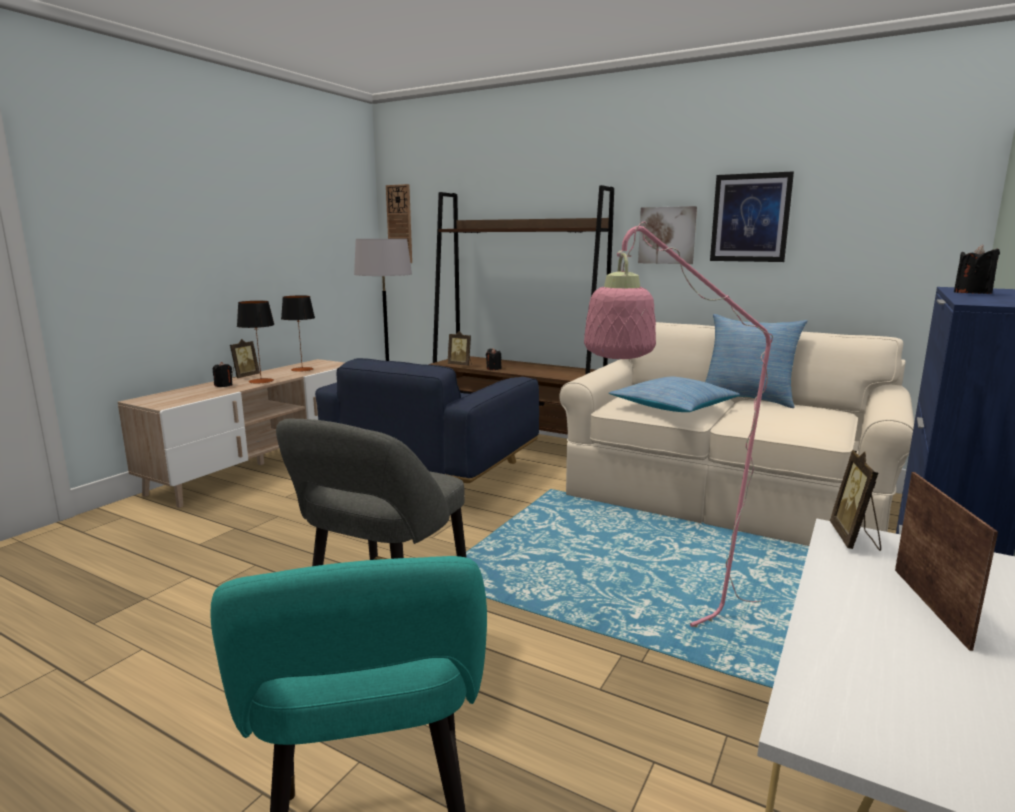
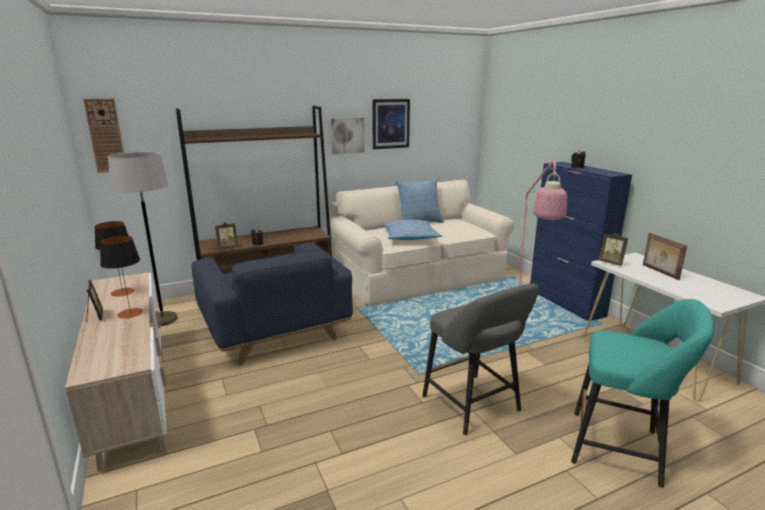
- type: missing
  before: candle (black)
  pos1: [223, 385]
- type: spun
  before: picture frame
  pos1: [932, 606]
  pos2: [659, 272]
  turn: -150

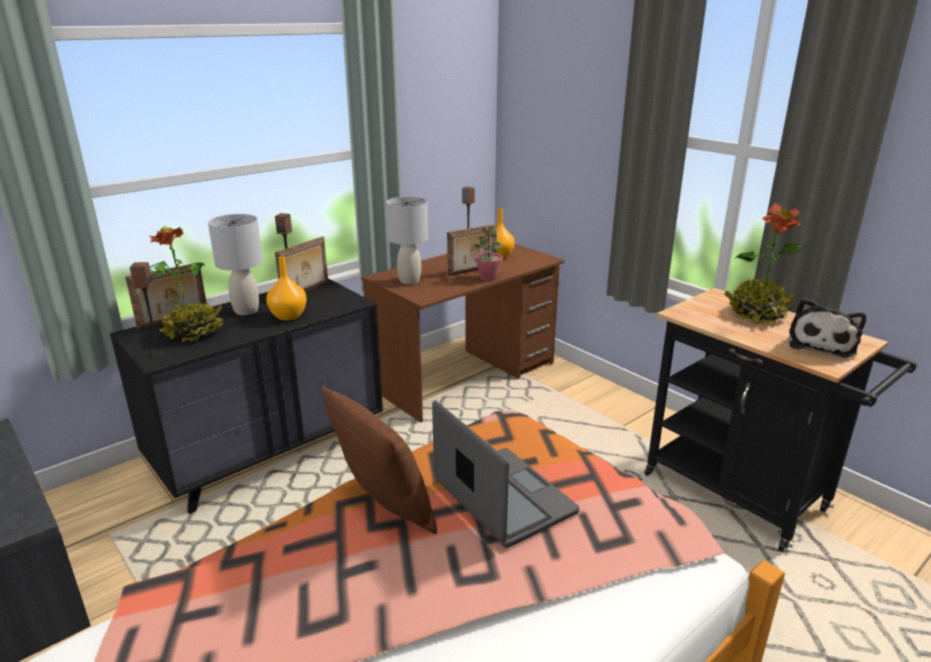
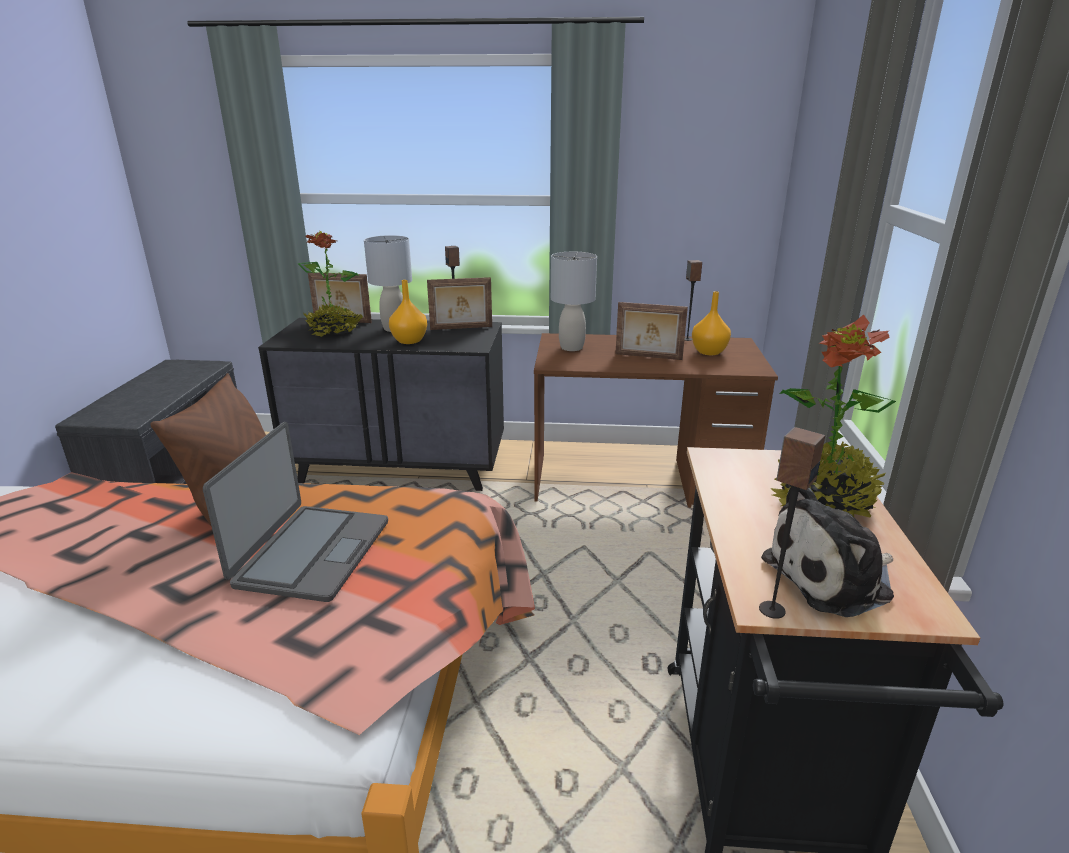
- type: missing
  before: potted plant
  pos1: [488, 278]
- type: relocated
  before: speaker
  pos1: [158, 353]
  pos2: [771, 609]

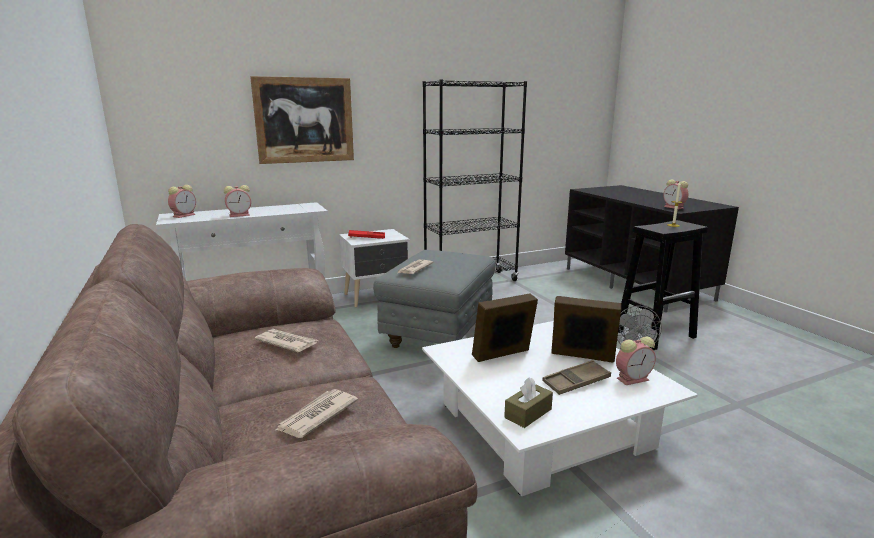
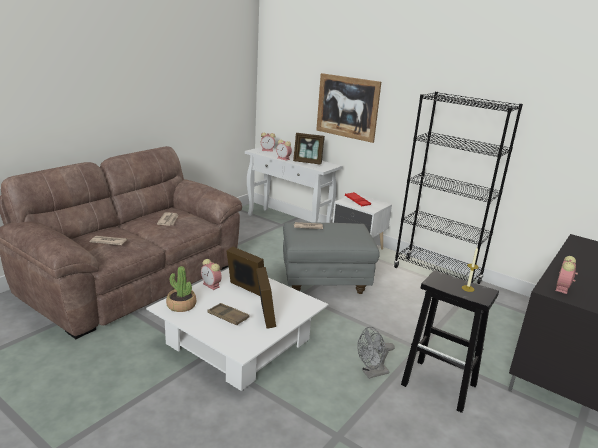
- type: relocated
  before: alarm clock
  pos1: [633, 379]
  pos2: [212, 285]
- type: exchanged
  before: tissue box (brown)
  after: potted plant
  pos1: [528, 413]
  pos2: [181, 305]
- type: appeared
  after: picture frame
  pos2: [308, 162]

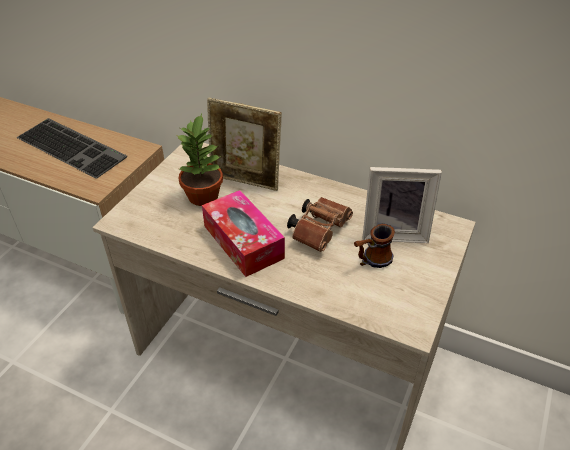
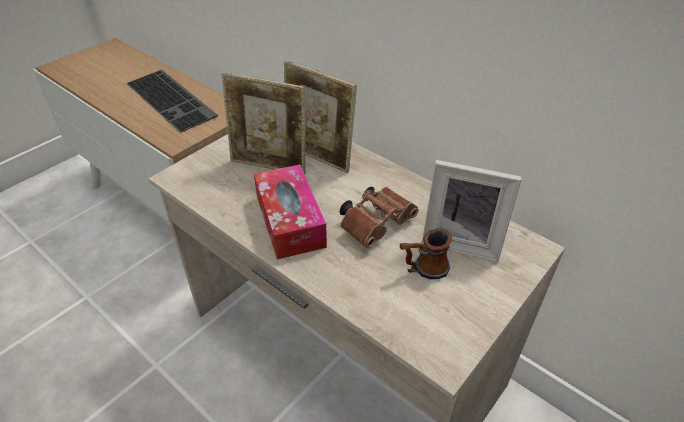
- type: exchanged
  before: potted plant
  after: picture frame
  pos1: [204, 196]
  pos2: [270, 166]

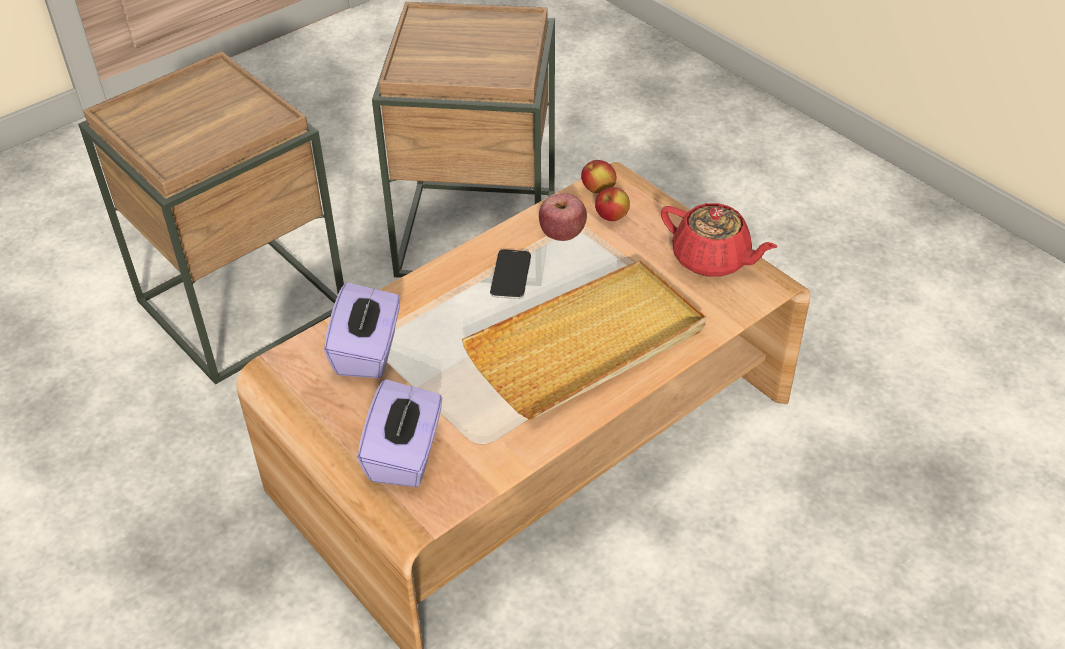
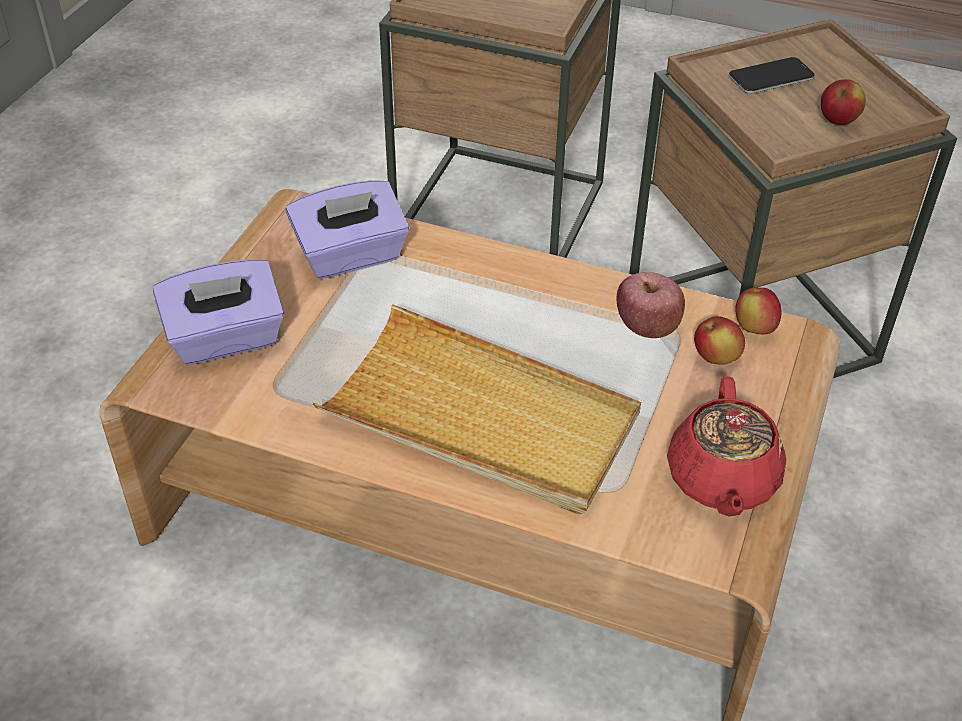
- type: relocated
  before: phone
  pos1: [511, 275]
  pos2: [771, 77]
- type: appeared
  after: apple
  pos2: [838, 121]

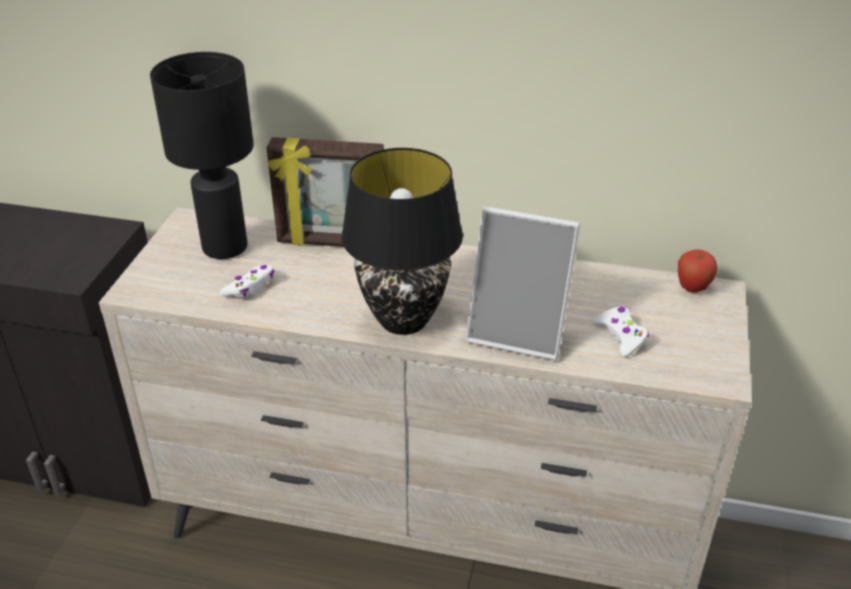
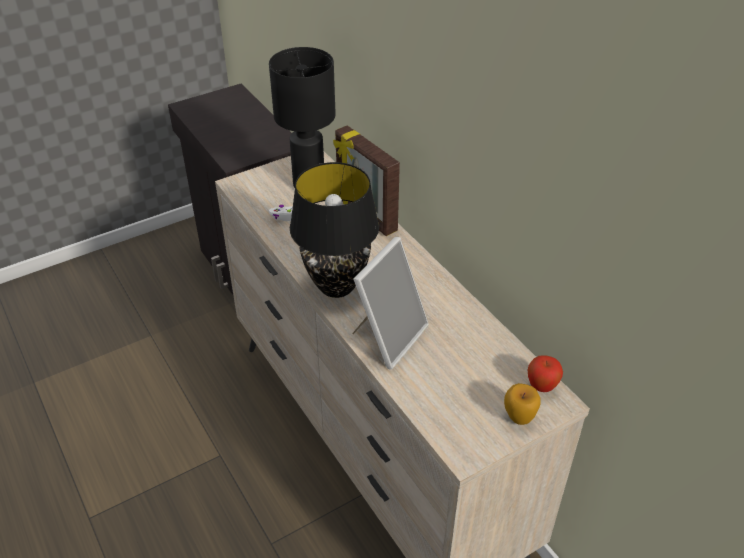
- type: spun
  before: picture frame
  pos1: [519, 332]
  pos2: [388, 336]
  turn: -120
- type: missing
  before: game controller (white)
  pos1: [621, 336]
- type: appeared
  after: apple
  pos2: [519, 417]

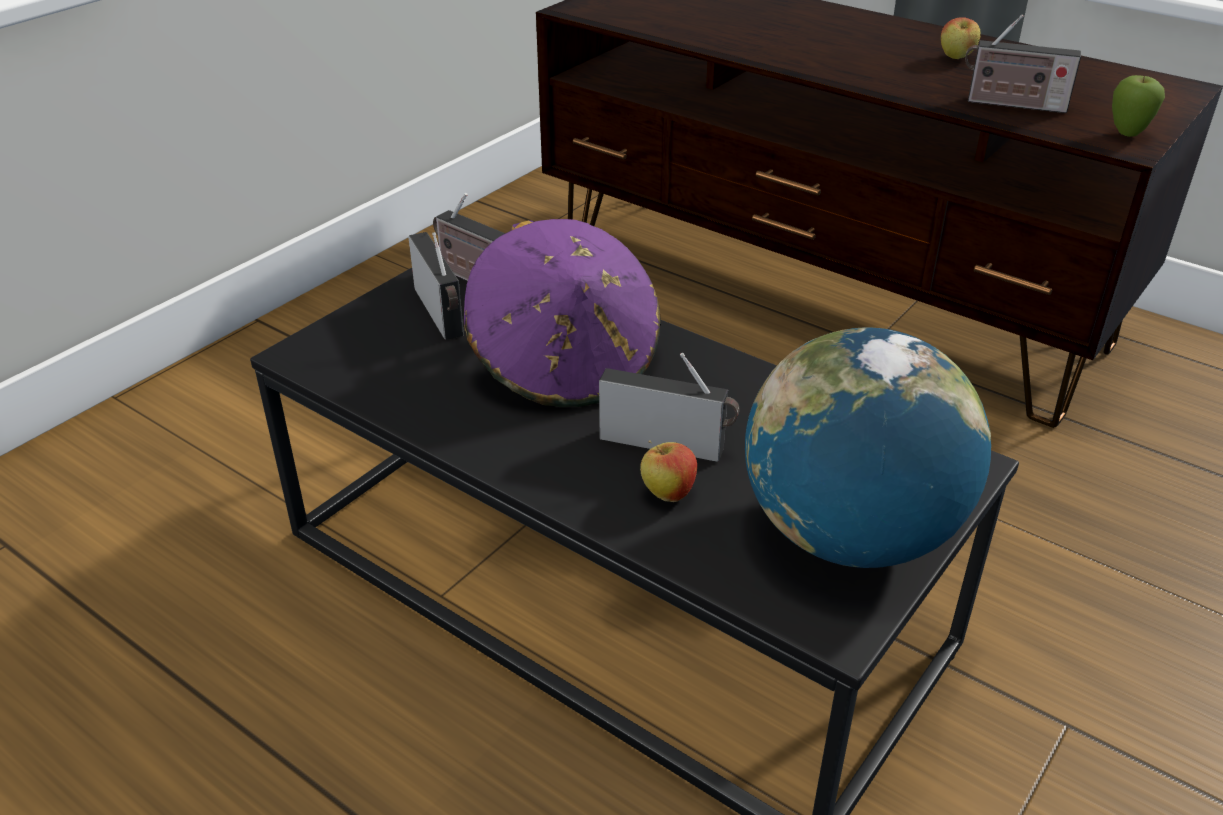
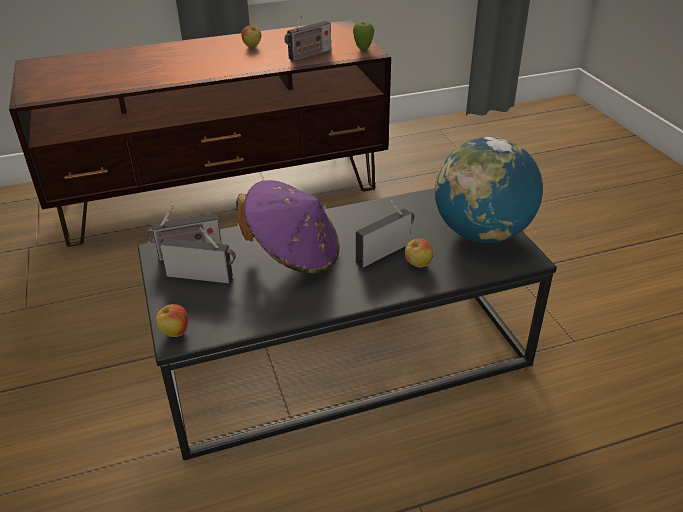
- type: appeared
  after: apple
  pos2: [174, 333]

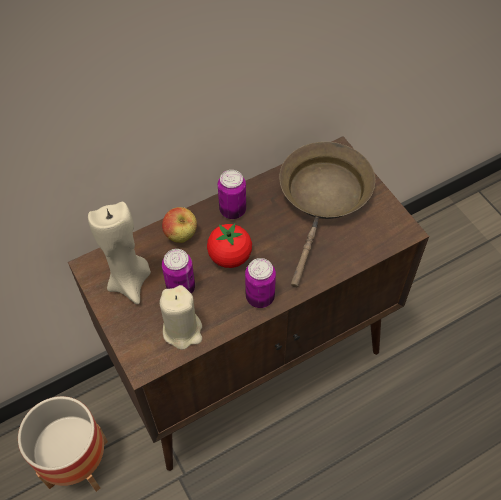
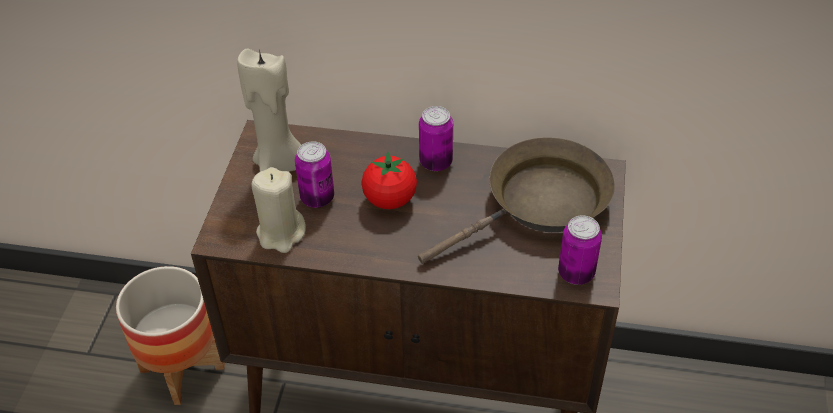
- type: missing
  before: apple
  pos1: [181, 236]
- type: relocated
  before: can
  pos1: [260, 297]
  pos2: [576, 273]

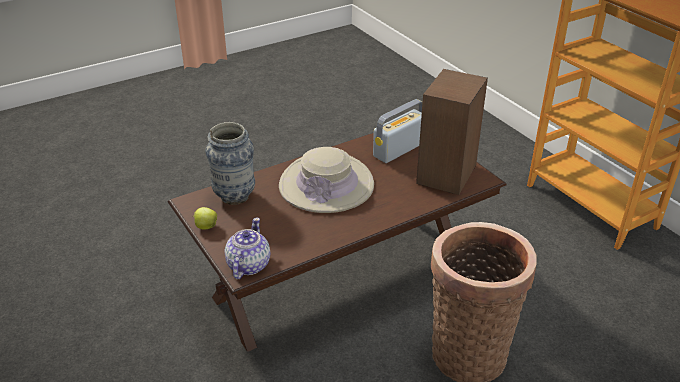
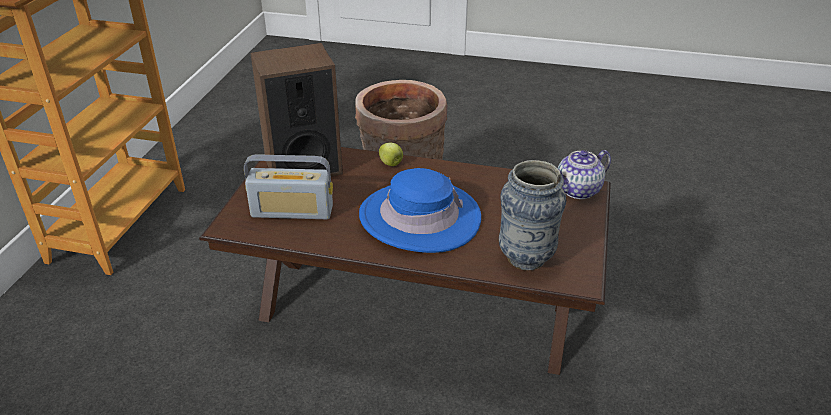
- type: colour
  before: hat (beige)
  after: hat (blue)
  pos1: [326, 185]
  pos2: [419, 217]
- type: relocated
  before: apple
  pos1: [205, 227]
  pos2: [391, 164]

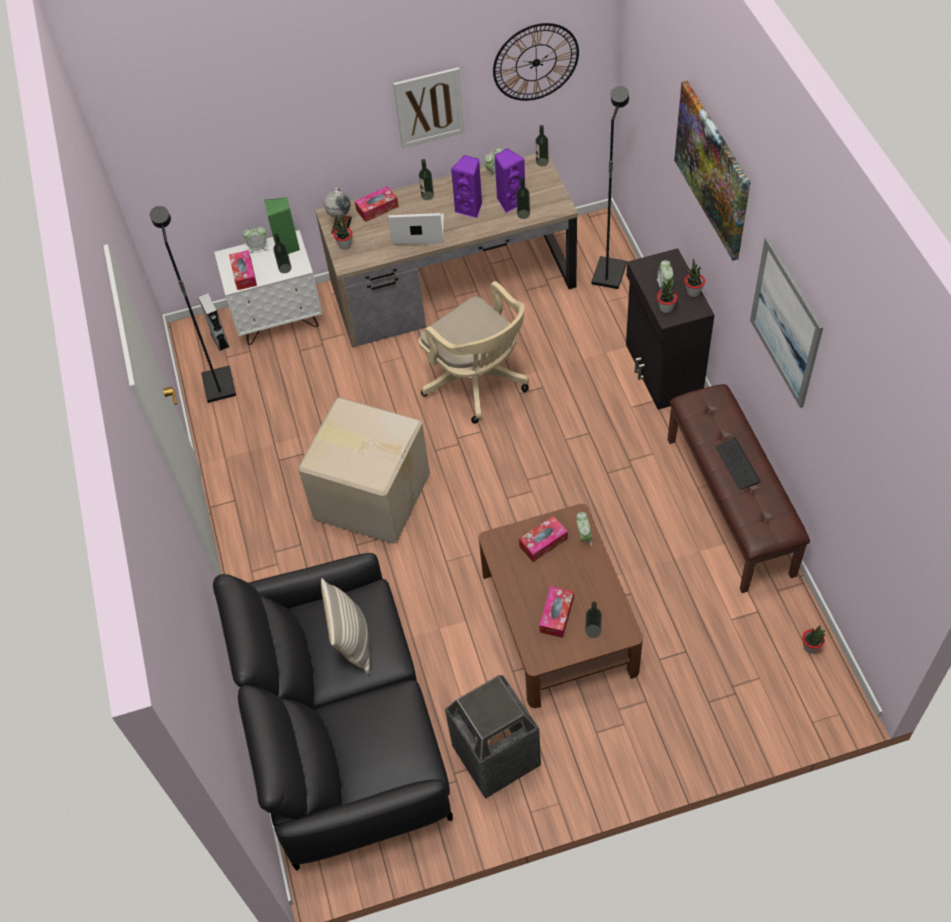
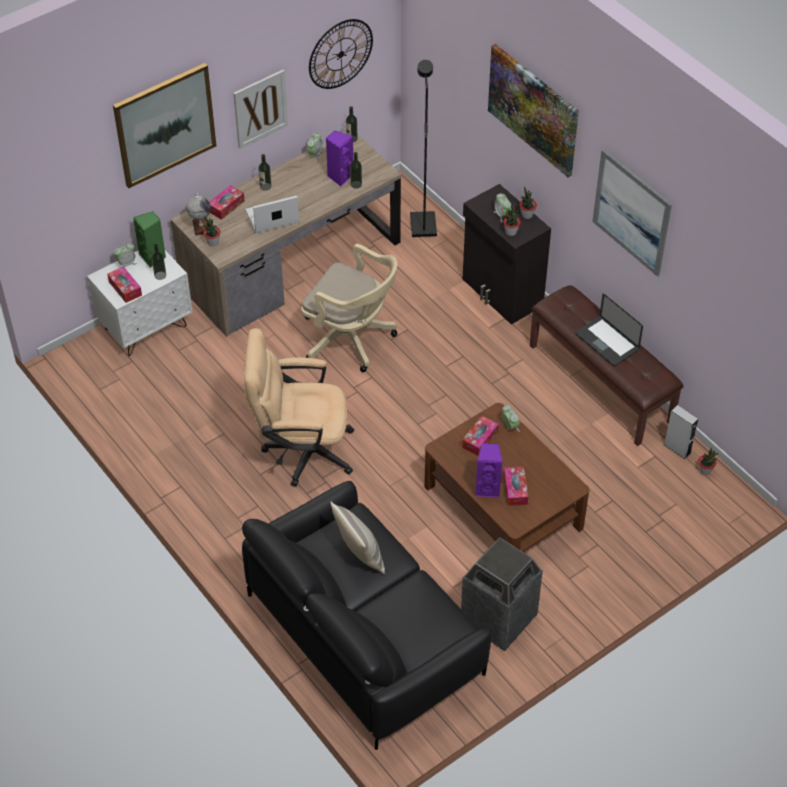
- type: relocated
  before: speaker (purple)
  pos1: [470, 208]
  pos2: [487, 488]
- type: missing
  before: floor lamp (black)
  pos1: [218, 385]
- type: relocated
  before: speaker (grey)
  pos1: [220, 340]
  pos2: [677, 449]
- type: exchanged
  before: cardboard box
  after: office chair (beige)
  pos1: [371, 494]
  pos2: [300, 450]
- type: exchanged
  before: keyboard
  after: laptop
  pos1: [737, 464]
  pos2: [606, 342]
- type: missing
  before: bottle
  pos1: [593, 631]
- type: appeared
  after: picture
  pos2: [165, 124]

